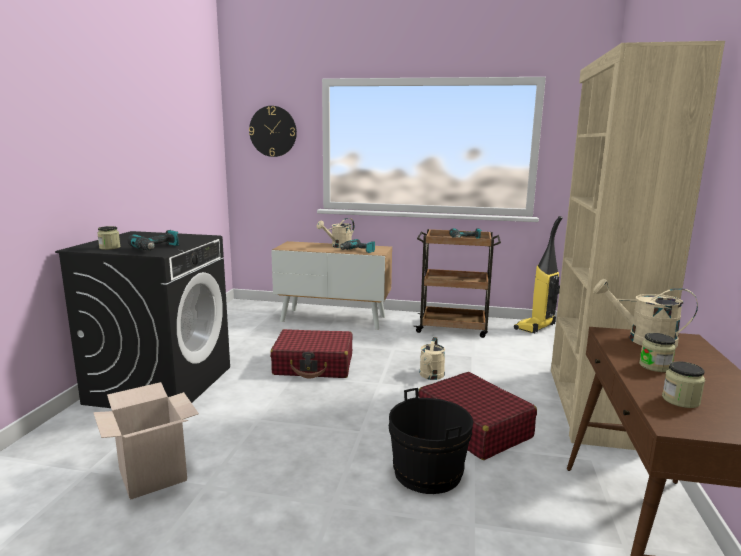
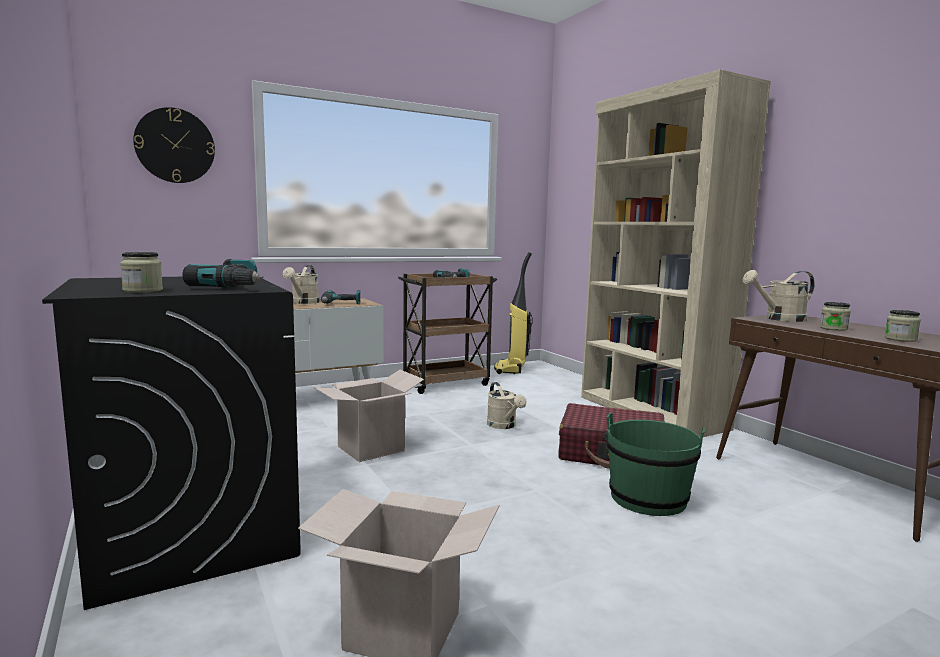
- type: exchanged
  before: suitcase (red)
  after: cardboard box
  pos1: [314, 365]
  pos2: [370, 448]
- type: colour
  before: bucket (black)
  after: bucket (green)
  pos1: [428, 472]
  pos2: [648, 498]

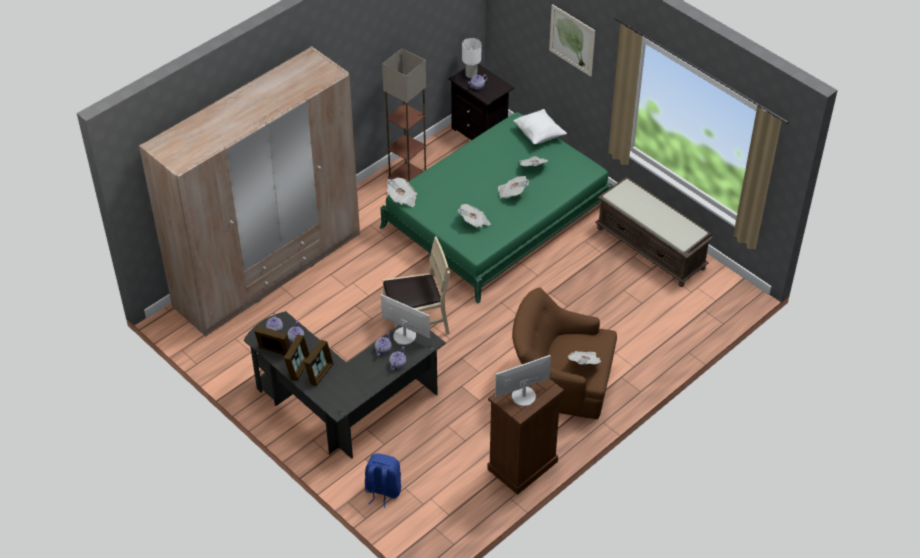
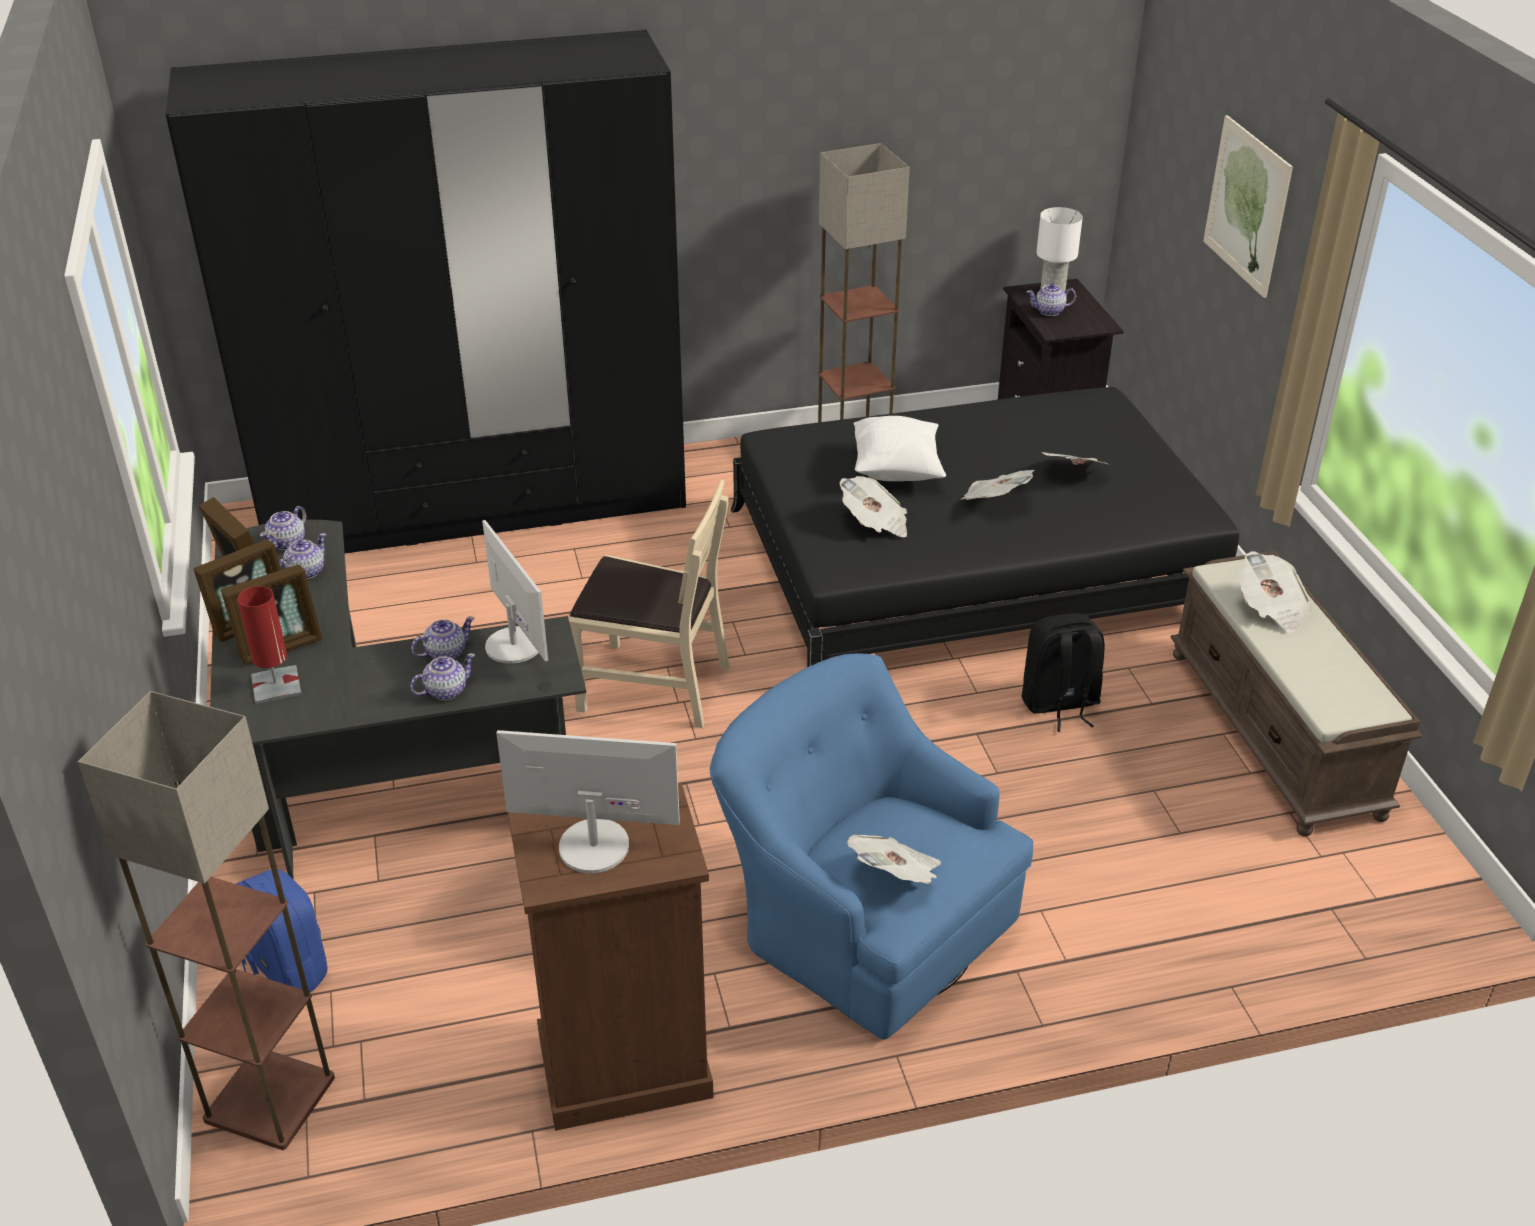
- type: colour
  before: wardrobe (beige)
  after: wardrobe (black)
  pos1: [269, 271]
  pos2: [476, 507]
- type: relocated
  before: pillow (white)
  pos1: [539, 135]
  pos2: [896, 470]
- type: colour
  before: bed (green)
  after: bed (black)
  pos1: [496, 217]
  pos2: [971, 565]
- type: relocated
  before: newspaper
  pos1: [402, 198]
  pos2: [1271, 609]
- type: colour
  before: armchair (brown)
  after: armchair (blue)
  pos1: [560, 382]
  pos2: [862, 920]
- type: appeared
  after: table lamp (red)
  pos2: [276, 685]
- type: appeared
  after: backpack (black)
  pos2: [1059, 704]
- type: appeared
  after: floor lamp
  pos2: [267, 1100]

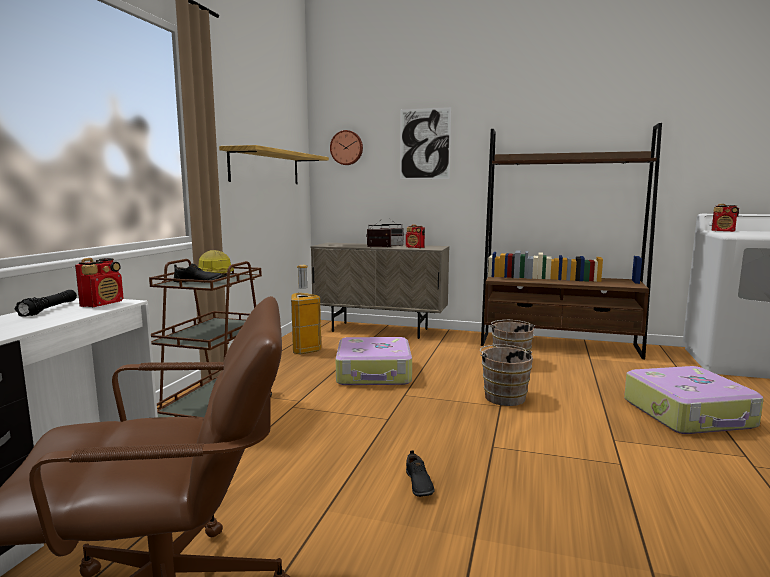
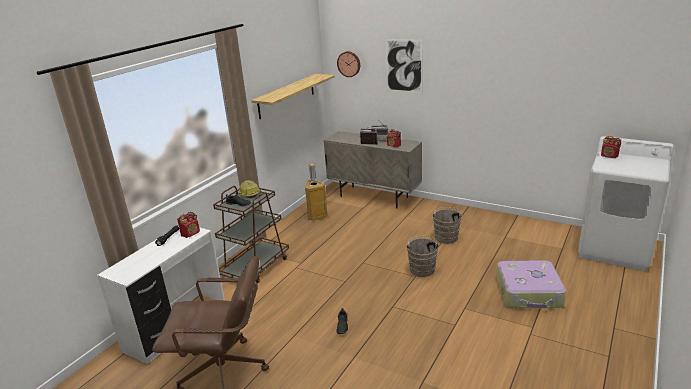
- type: missing
  before: bookcase (brown)
  pos1: [559, 345]
- type: missing
  before: suitcase
  pos1: [374, 373]

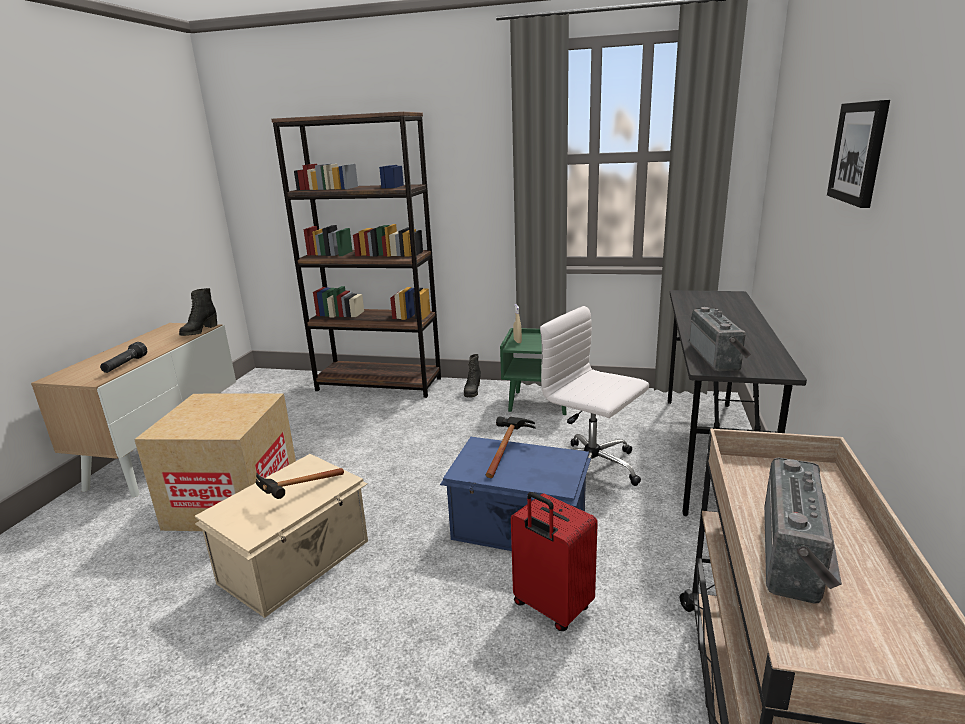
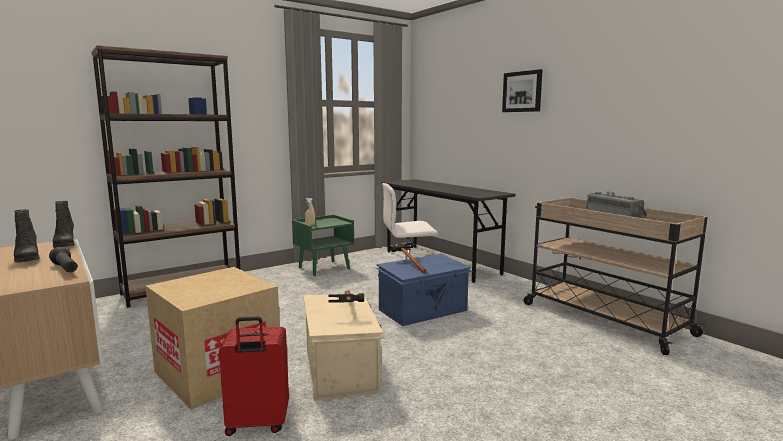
- type: missing
  before: radio
  pos1: [718, 357]
- type: relocated
  before: boot (black)
  pos1: [472, 391]
  pos2: [27, 258]
- type: relocated
  before: suitcase (red)
  pos1: [551, 608]
  pos2: [257, 424]

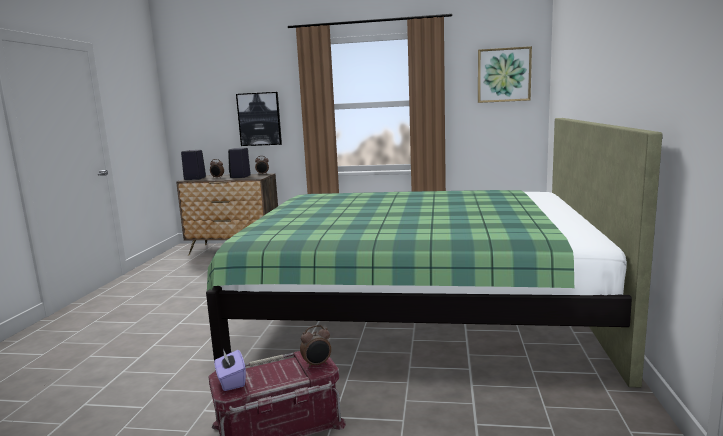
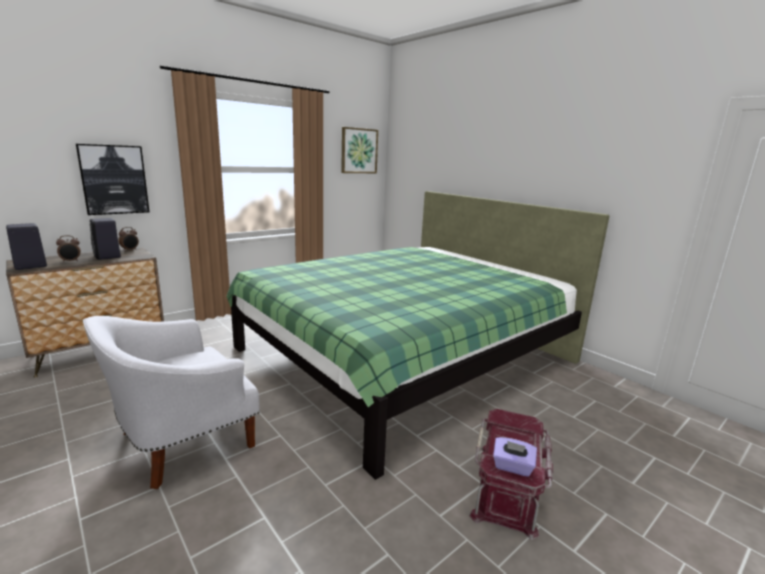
- type: missing
  before: alarm clock
  pos1: [317, 364]
- type: appeared
  after: armchair (white)
  pos2: [181, 442]

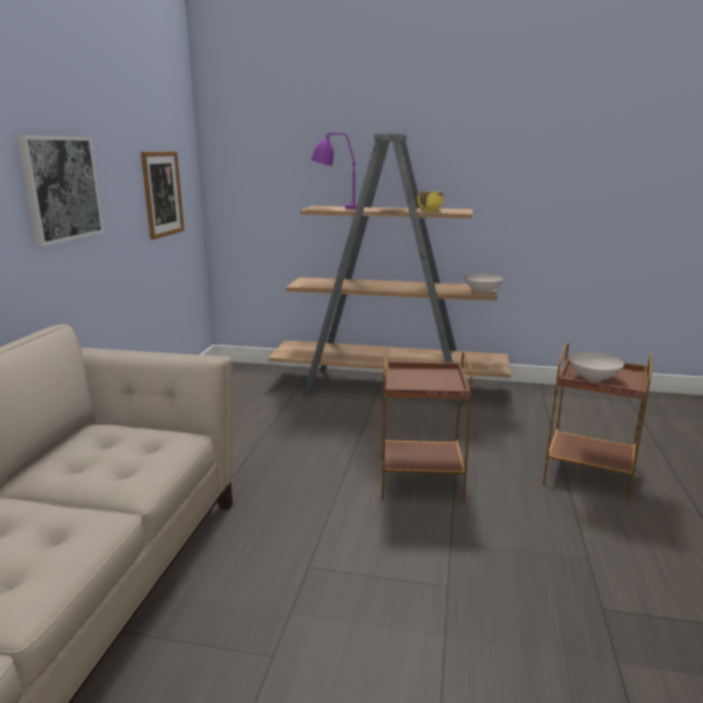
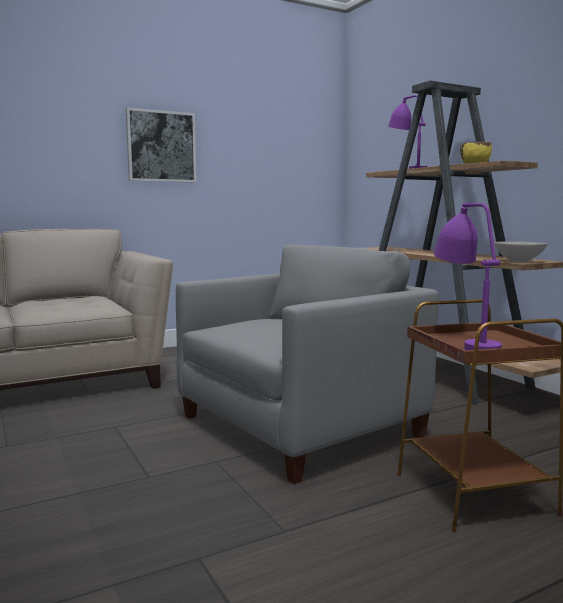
- type: missing
  before: picture
  pos1: [162, 194]
- type: exchanged
  before: side table (brown)
  after: armchair (grey)
  pos1: [421, 479]
  pos2: [298, 425]
- type: exchanged
  before: bowl (white)
  after: table lamp (purple)
  pos1: [594, 379]
  pos2: [463, 341]

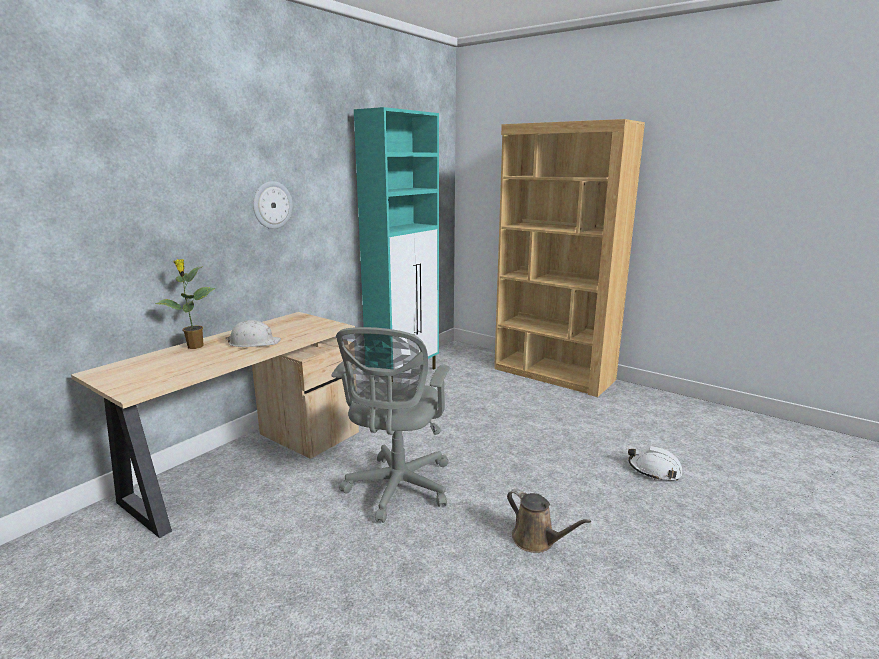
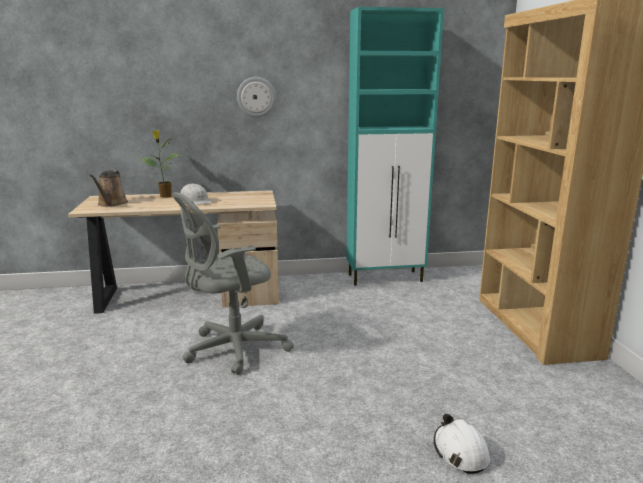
- type: relocated
  before: watering can (brown)
  pos1: [537, 540]
  pos2: [111, 204]

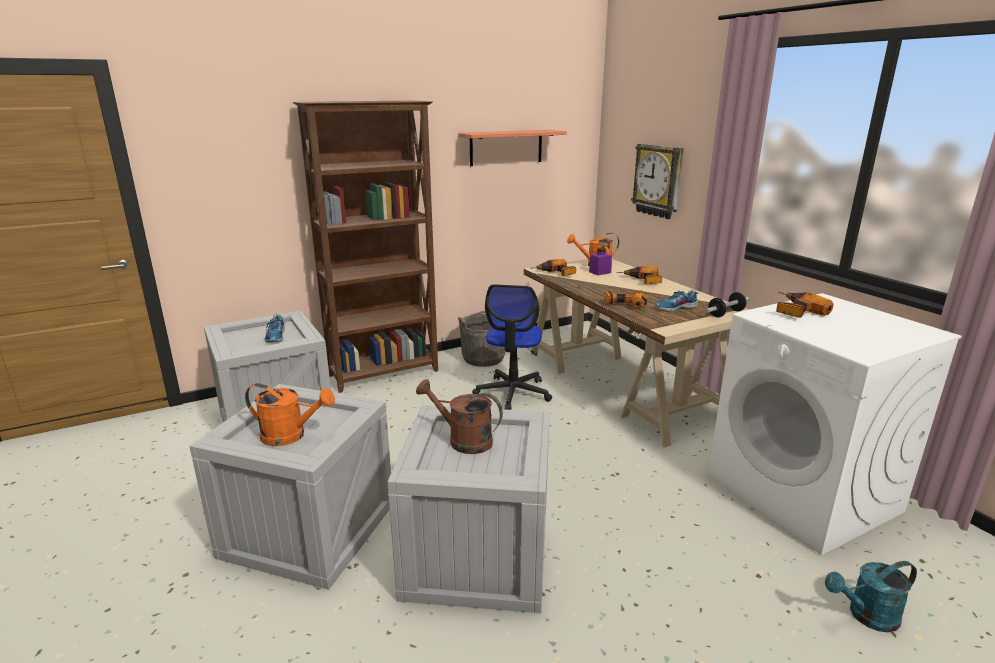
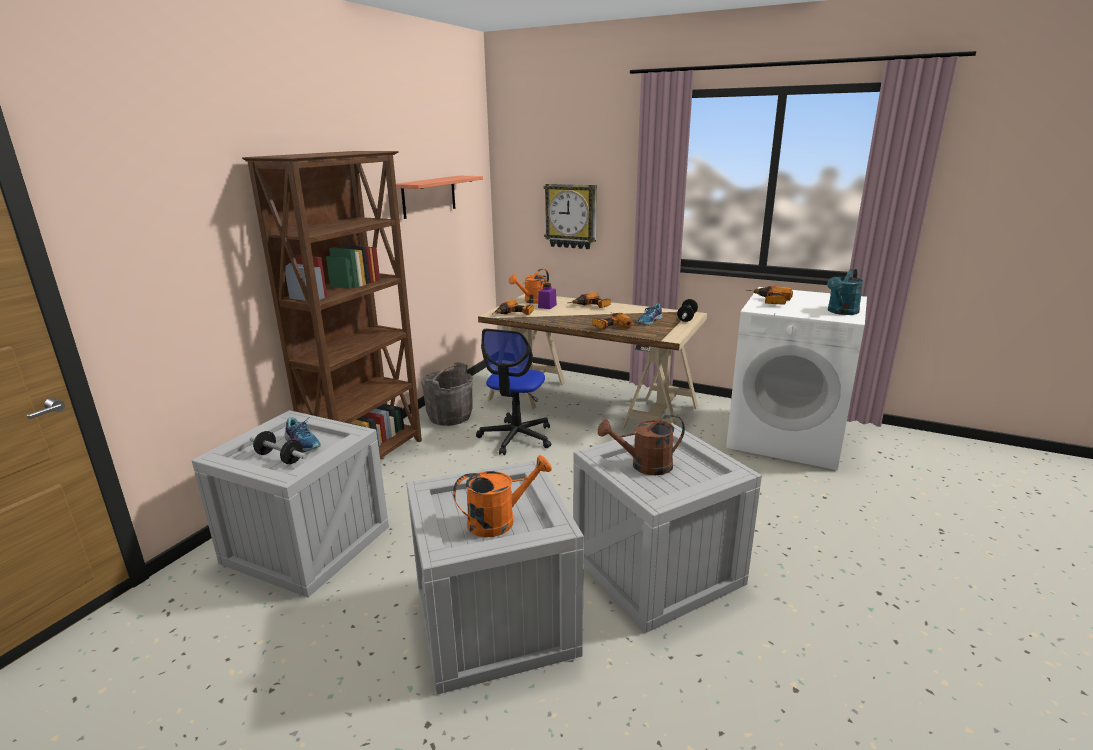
- type: spun
  before: office chair
  pos1: [513, 393]
  pos2: [516, 437]
  turn: 45
- type: relocated
  before: watering can (turquoise)
  pos1: [866, 616]
  pos2: [841, 312]
- type: appeared
  after: dumbbell
  pos2: [280, 458]

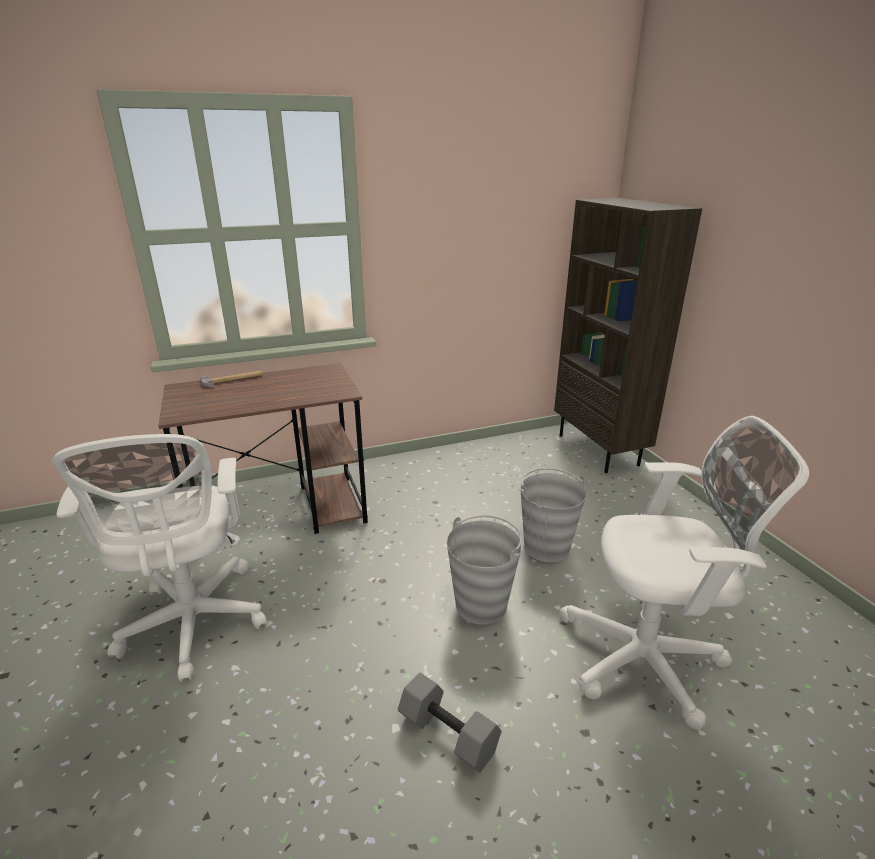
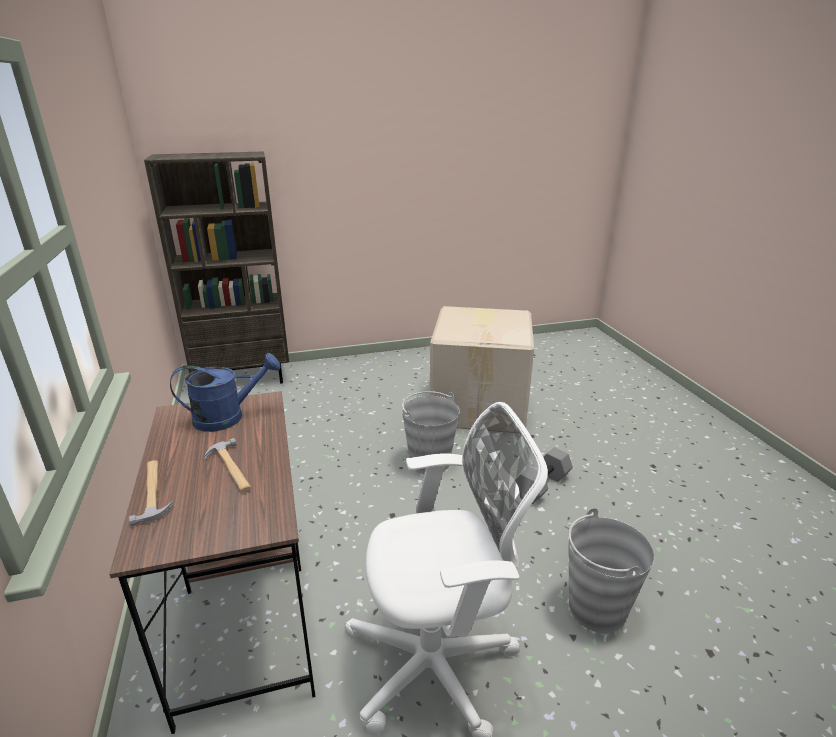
- type: exchanged
  before: office chair (white)
  after: cardboard box
  pos1: [649, 659]
  pos2: [480, 406]
- type: relocated
  before: bucket (grey)
  pos1: [546, 547]
  pos2: [596, 609]
- type: appeared
  after: watering can (blue)
  pos2: [228, 417]
- type: appeared
  after: hammer
  pos2: [231, 469]

